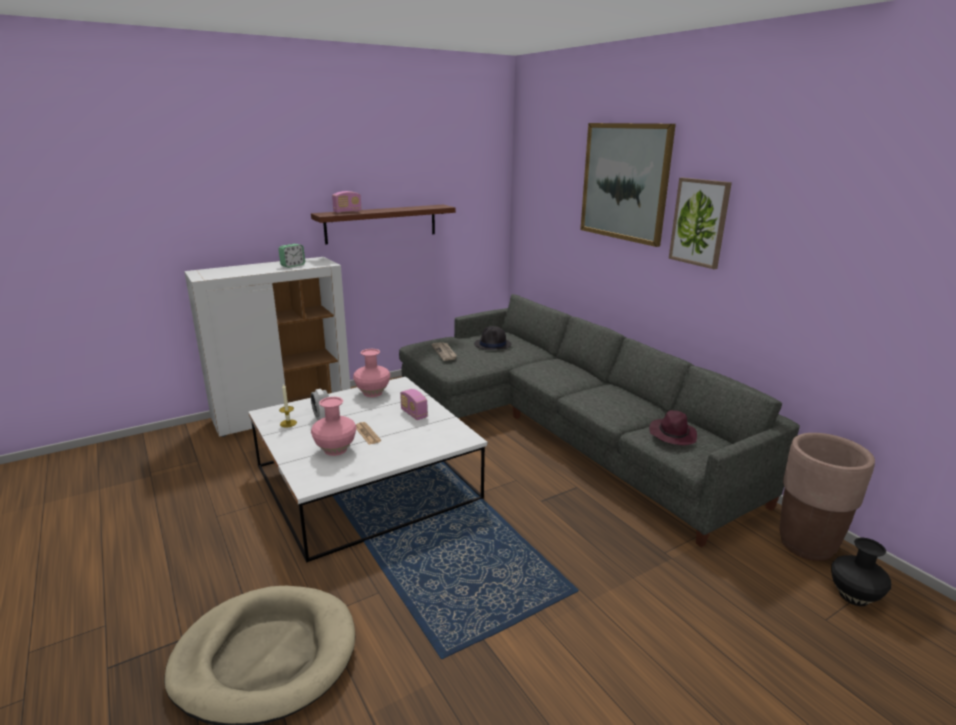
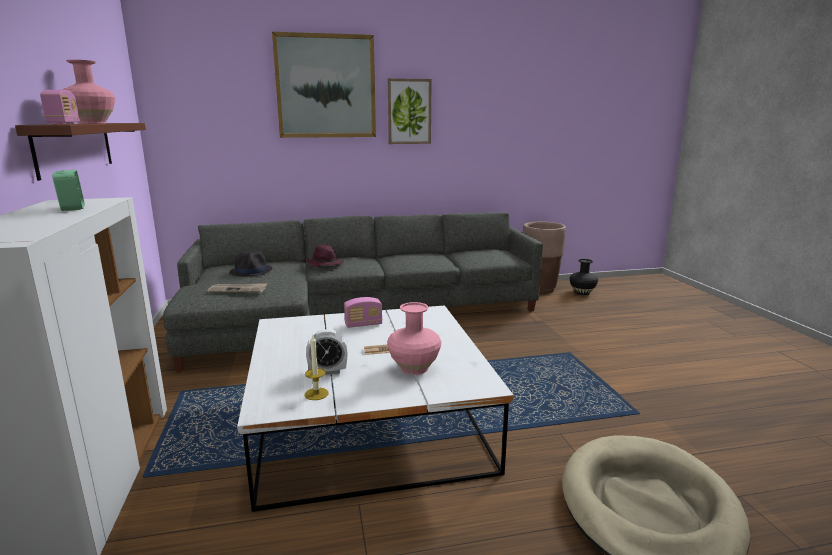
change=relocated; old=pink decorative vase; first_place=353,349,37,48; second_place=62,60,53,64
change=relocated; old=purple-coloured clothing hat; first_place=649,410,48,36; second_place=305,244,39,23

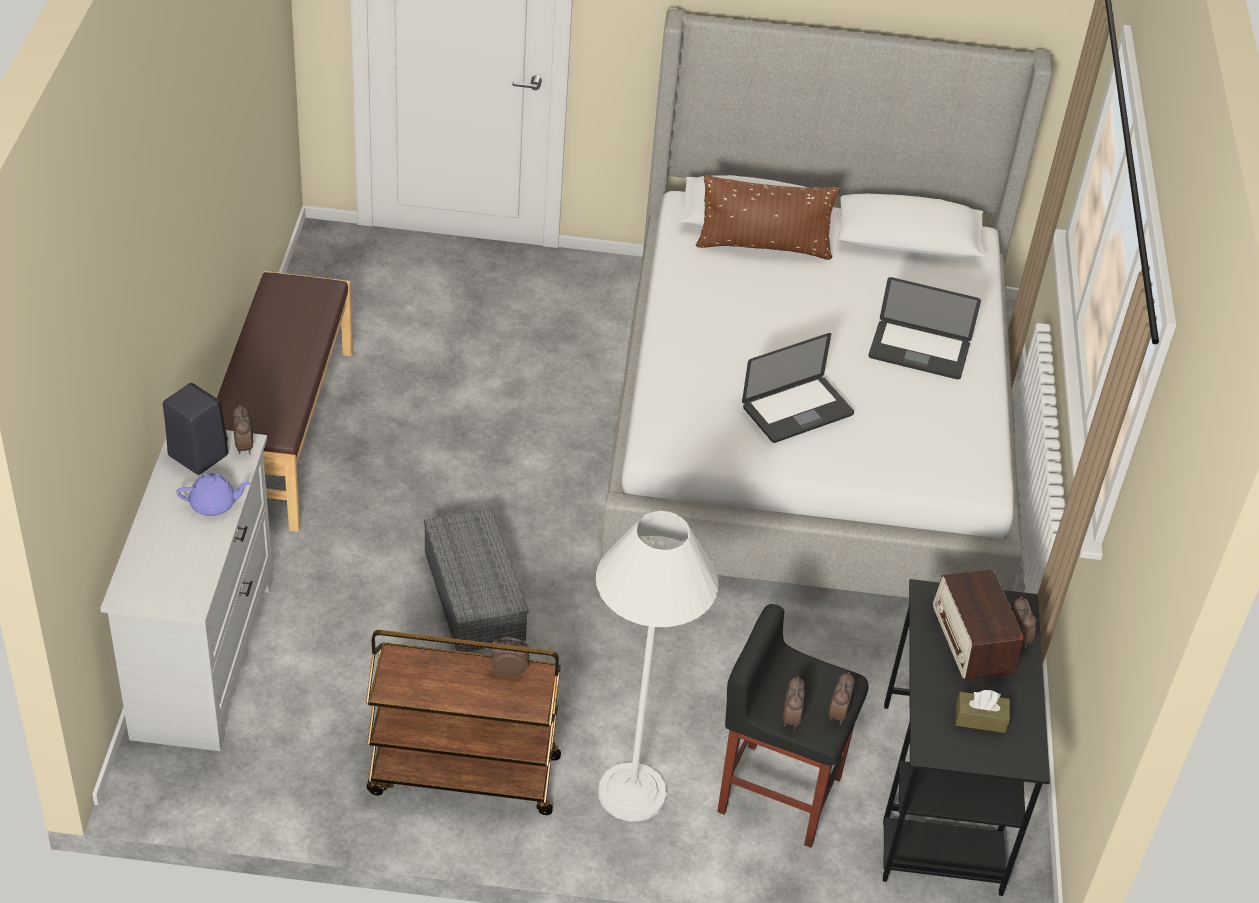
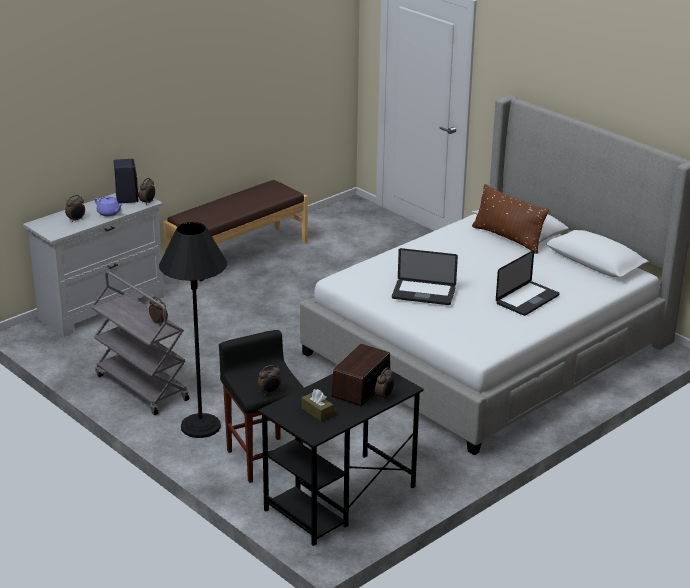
change=colour; old=brown trolley; new=grey trolley; first_place=366,630,195,185; second_place=91,271,98,144
change=missing; old=grey storage bin; first_place=424,508,105,144
change=colour; old=white-coloured standard lamp; new=blackish standard lamp; first_place=596,511,123,310; second_place=159,222,68,216
change=relocated; old=table clock; first_place=783,676,22,53; second_place=65,195,20,27
change=spun; old=portable computer; first_place=869,277,112,102; second_place=496,250,63,66; degrees=-105

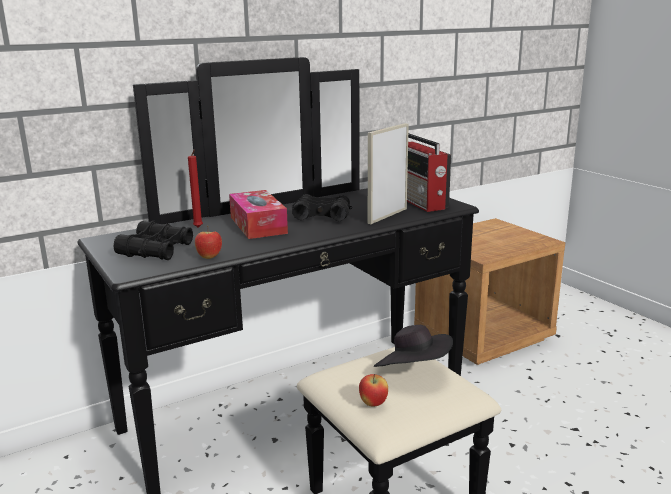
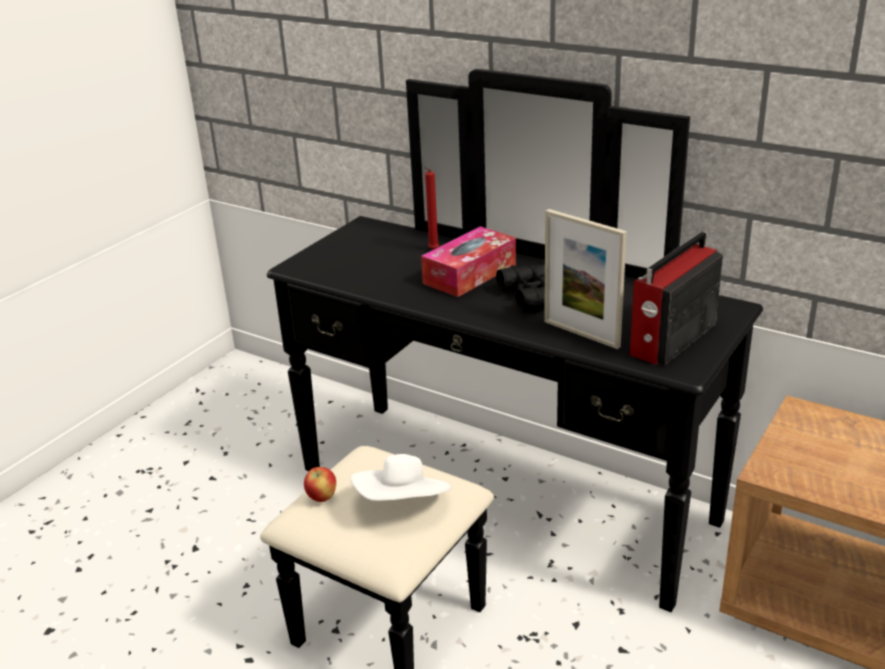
change=missing; old=blackish pair of binoculars; first_place=114,221,79,39
change=missing; old=apple; first_place=195,226,27,33
change=spun; old=photo frame; first_place=368,123,41,101; second_place=544,209,83,140; degrees=-150
change=colour; old=blackish clothing hat; new=white-coloured clothing hat; first_place=374,325,79,42; second_place=351,454,100,47

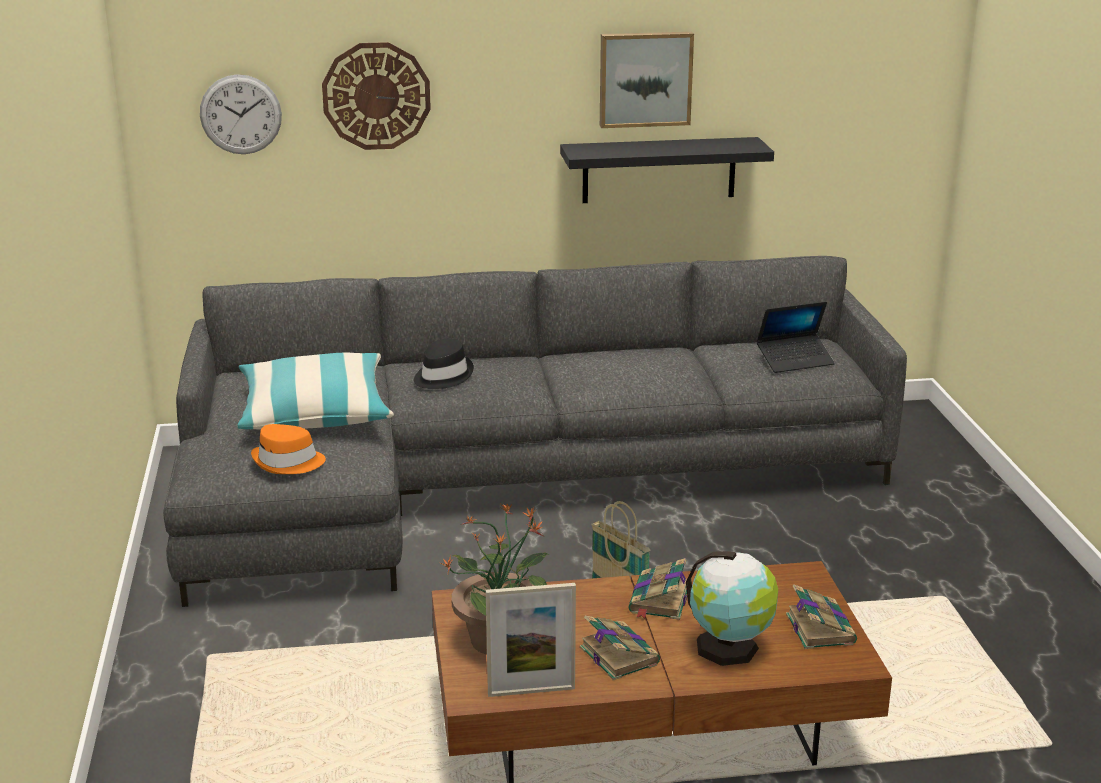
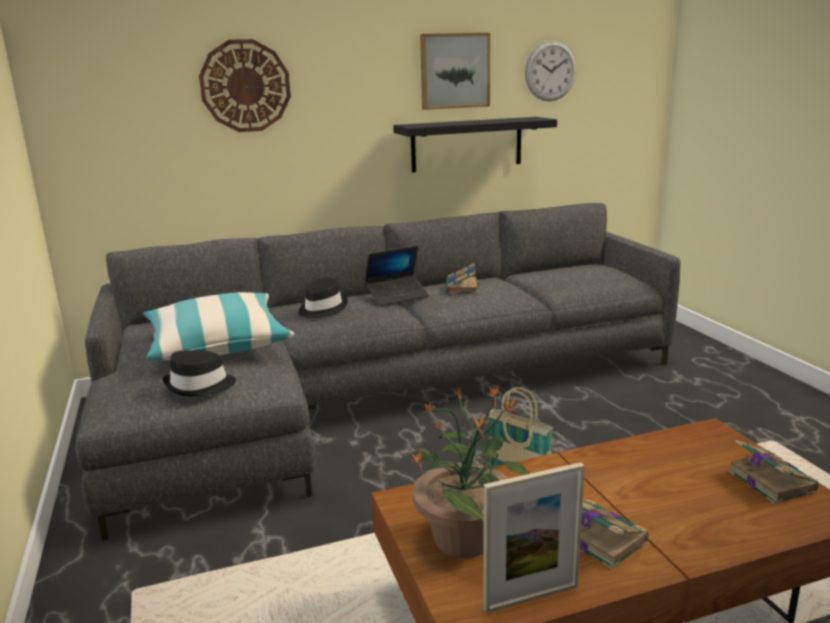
change=relocated; old=hanging clock; first_place=200,74,82,80; second_place=525,41,51,60
change=colour; old=orange-coloured clothing hat; new=blackish clothing hat; first_place=251,424,75,50; second_place=163,350,73,47
change=relocated; old=volume; first_place=629,558,58,62; second_place=446,263,33,31
change=missing; old=world globe; first_place=686,551,92,115
change=relocated; old=portable computer; first_place=756,301,79,72; second_place=365,246,64,60

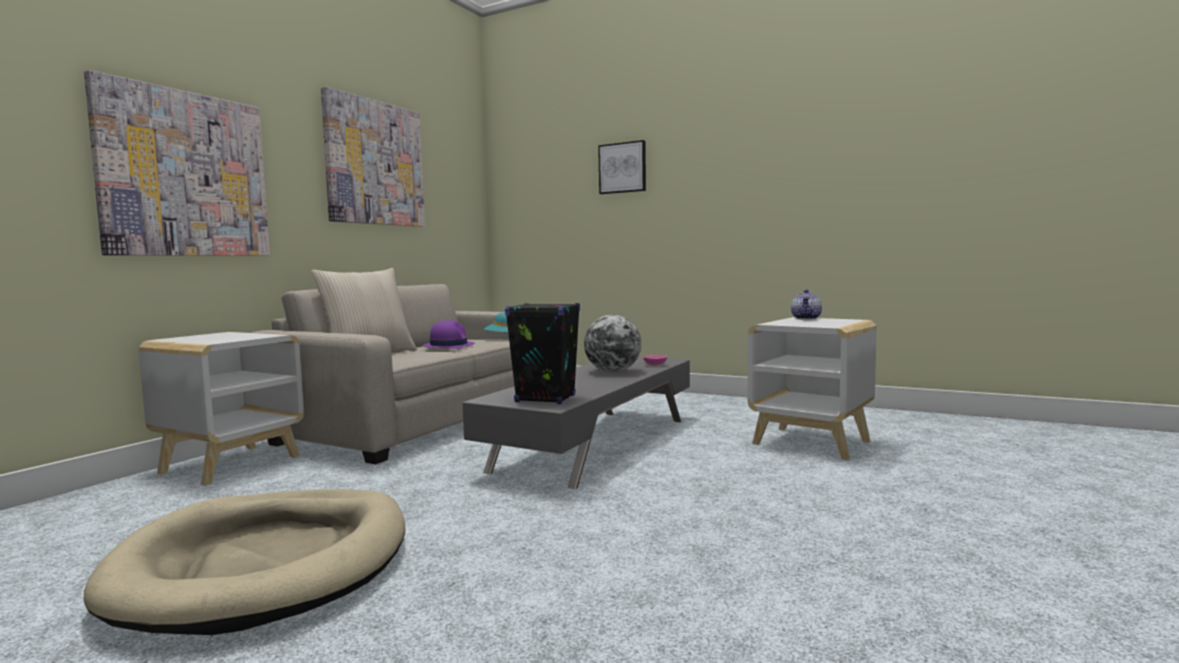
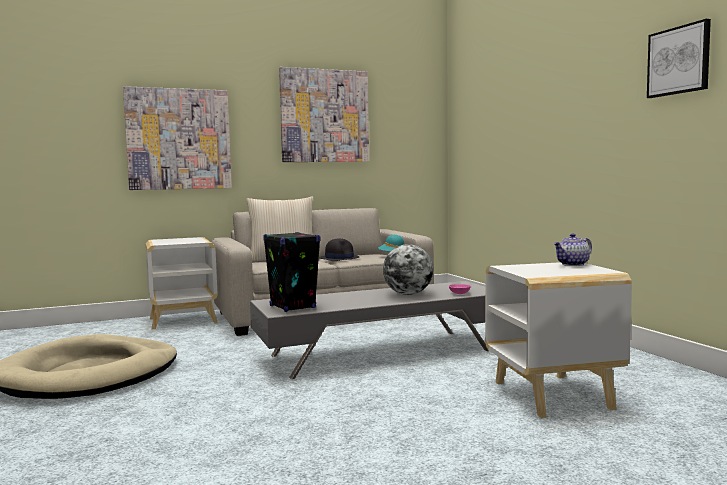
change=colour; old=purple-coloured clothing hat; new=blackish clothing hat; first_place=423,320,52,29; second_place=320,238,39,23
change=relocated; old=wall picture; first_place=598,140,48,54; second_place=647,19,64,79

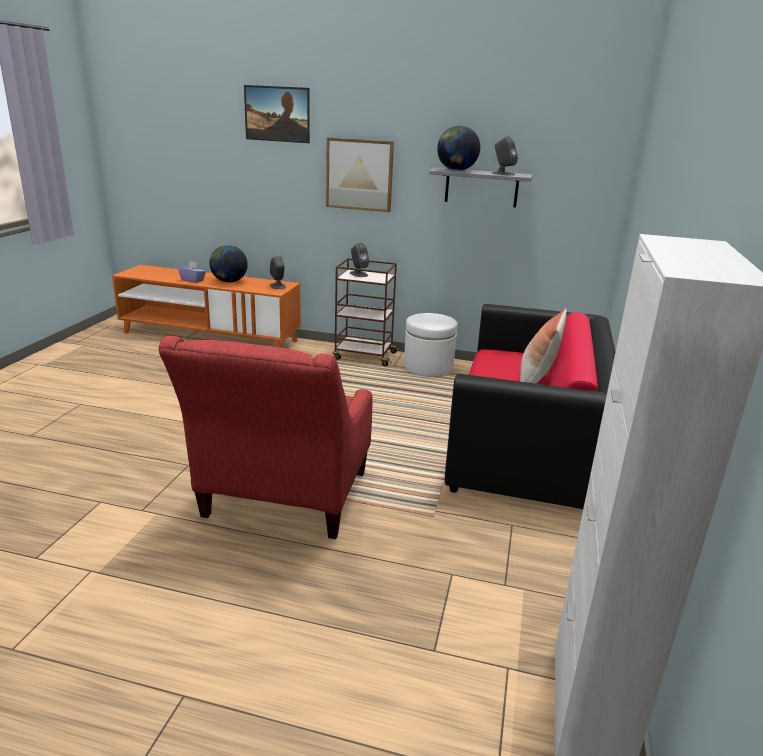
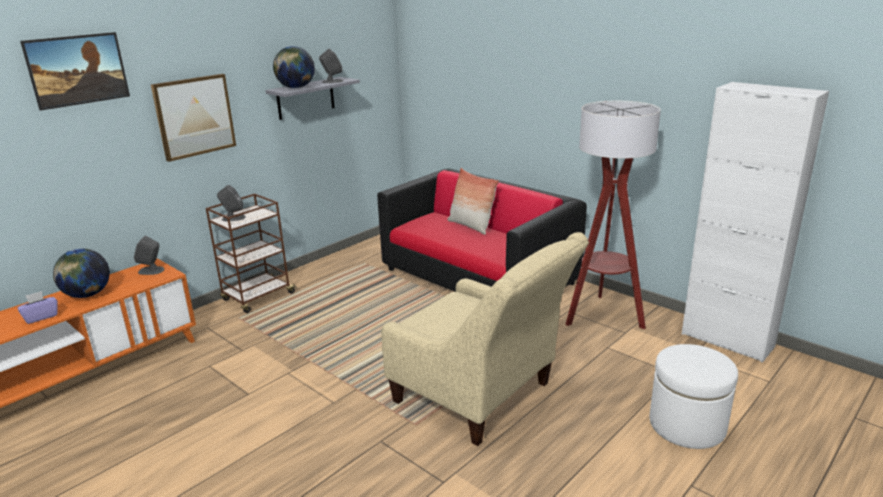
change=colour; old=red-coloured lounge chair; new=sand-coloured lounge chair; first_place=159,336,213,203; second_place=381,232,208,214
change=relocated; old=white-coloured ottoman; first_place=404,313,54,64; second_place=649,344,89,105
change=appeared; new=standard lamp; second_place=565,101,96,228

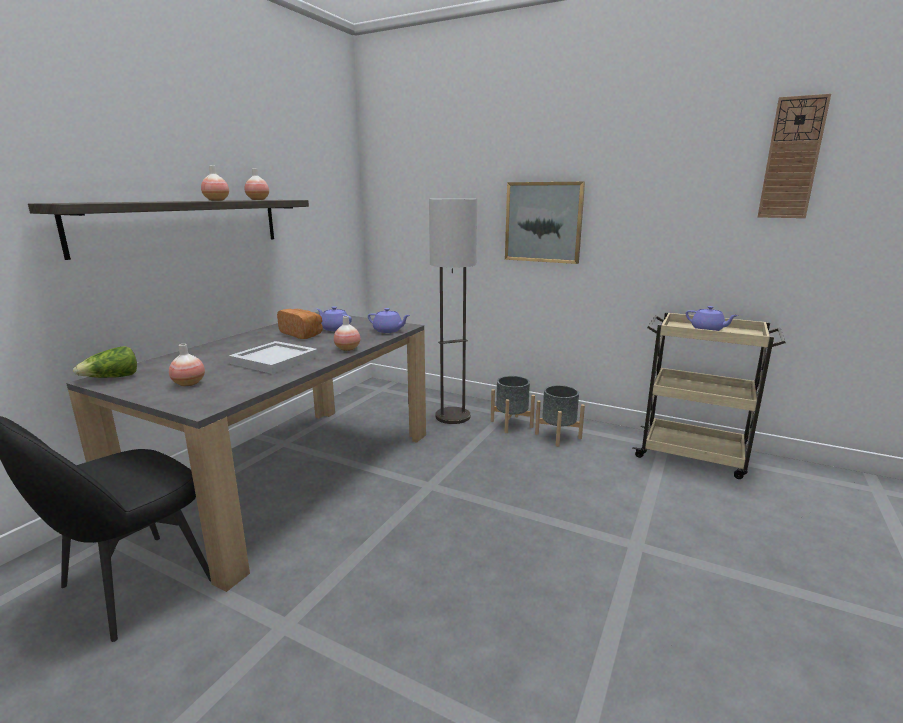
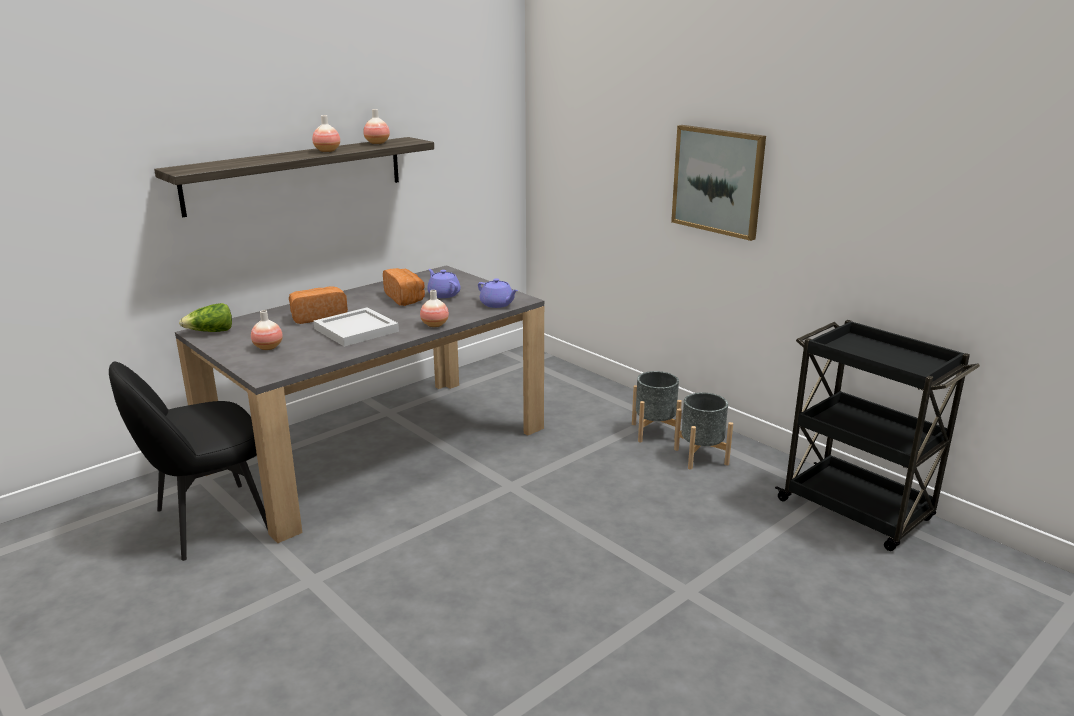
change=missing; old=standard lamp; first_place=429,199,48,225
change=colour; old=sand-coloured trolley; new=blackish trolley; first_place=632,312,154,167; second_place=775,320,205,231
change=missing; old=purple-coloured teapot; first_place=686,306,53,25
change=missing; old=hanging clock; first_place=758,94,73,124
change=appeared; new=bakery bread; second_place=289,286,59,38

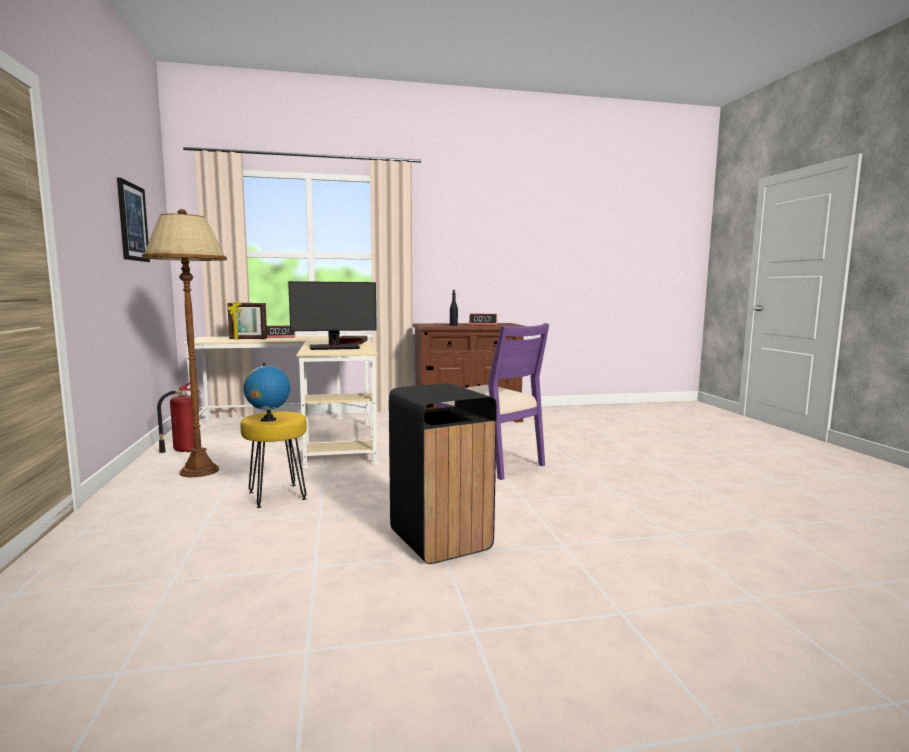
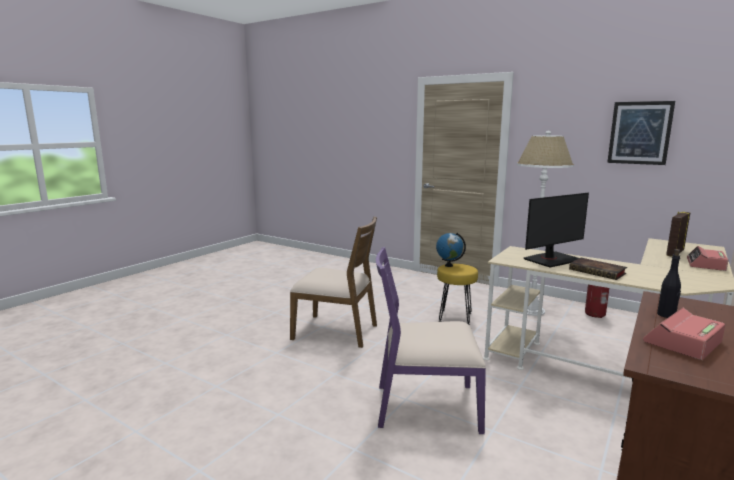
change=colour; old=brown standard lamp; new=white-coloured standard lamp; first_place=142,209,85,268; second_place=517,131,57,185
change=spun; old=computer screen; first_place=288,281,89,69; second_place=524,193,65,75; degrees=-150
change=exchanged; old=blackish trash can; new=brown plain chair; first_place=389,383,108,181; second_place=290,216,87,132

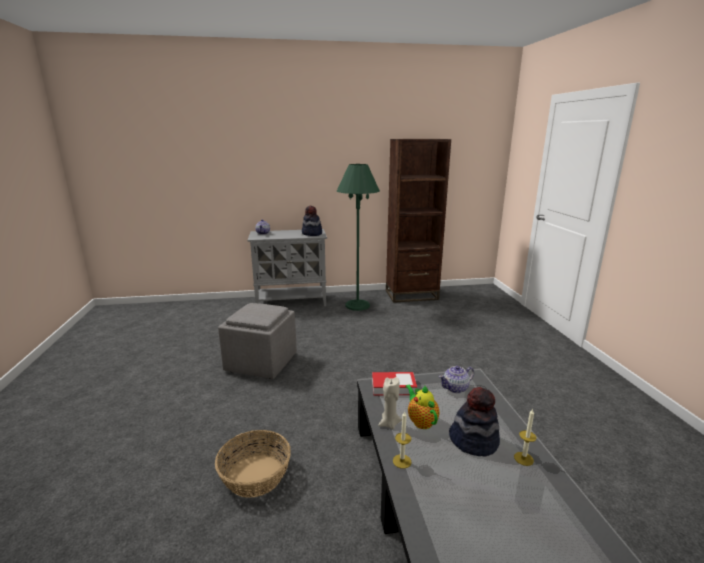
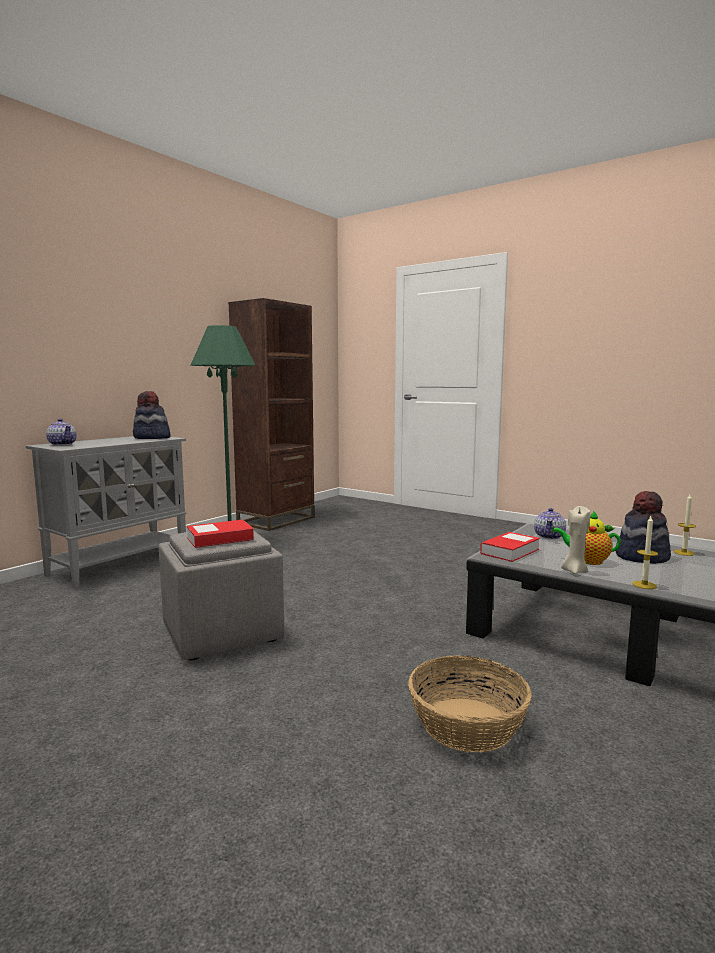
change=appeared; new=volume; second_place=187,520,67,28

